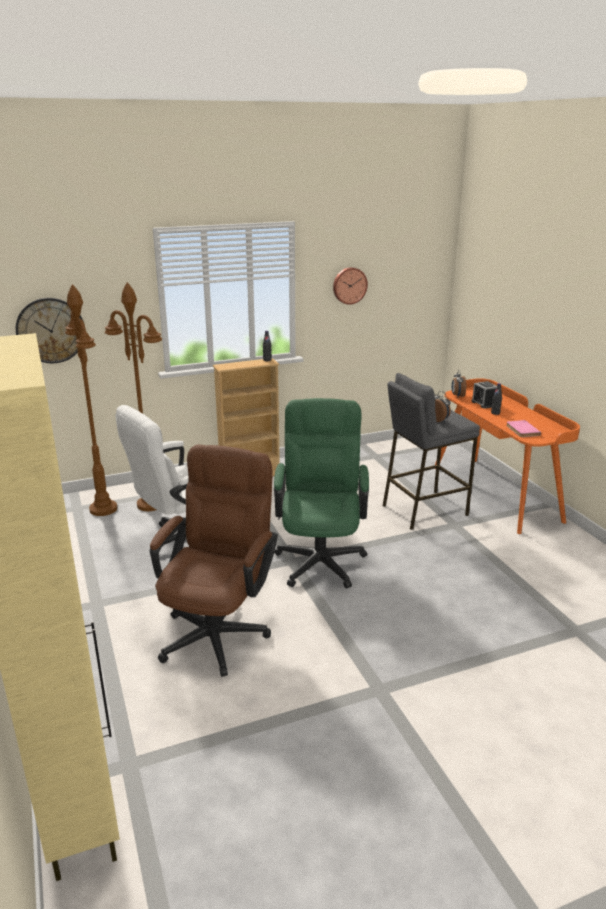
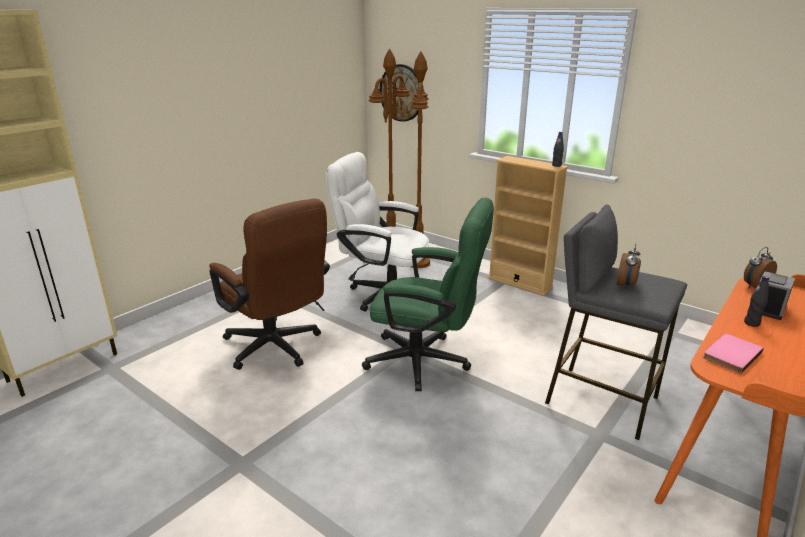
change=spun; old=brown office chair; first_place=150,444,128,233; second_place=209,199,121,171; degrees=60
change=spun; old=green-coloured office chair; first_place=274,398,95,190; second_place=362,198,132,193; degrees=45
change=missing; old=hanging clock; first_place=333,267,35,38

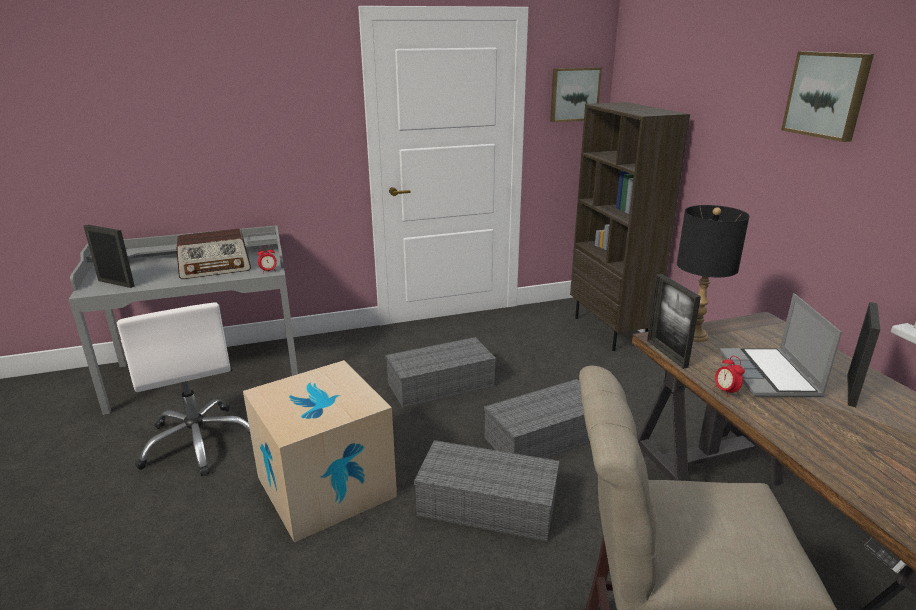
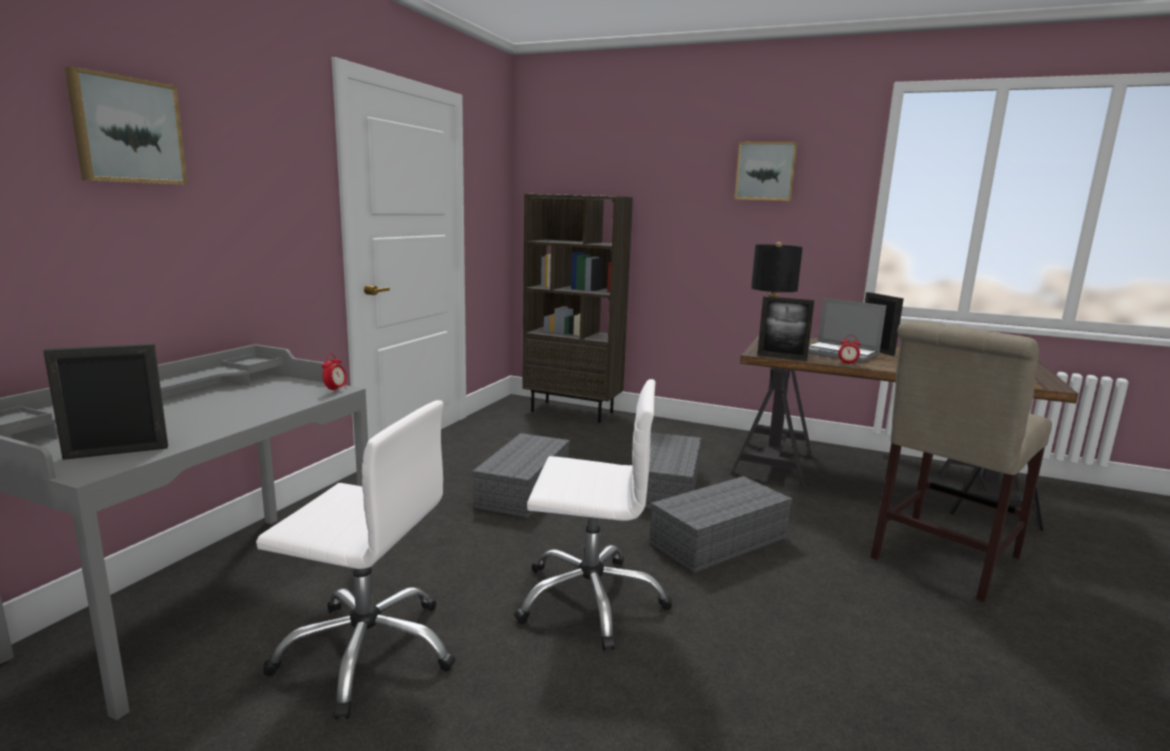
change=missing; old=radio receiver; first_place=177,229,74,50
change=exchanged; old=carton; new=white-coloured office chair; first_place=243,360,154,183; second_place=514,379,158,271
change=relocated; old=wall picture; first_place=550,67,52,55; second_place=65,66,123,119

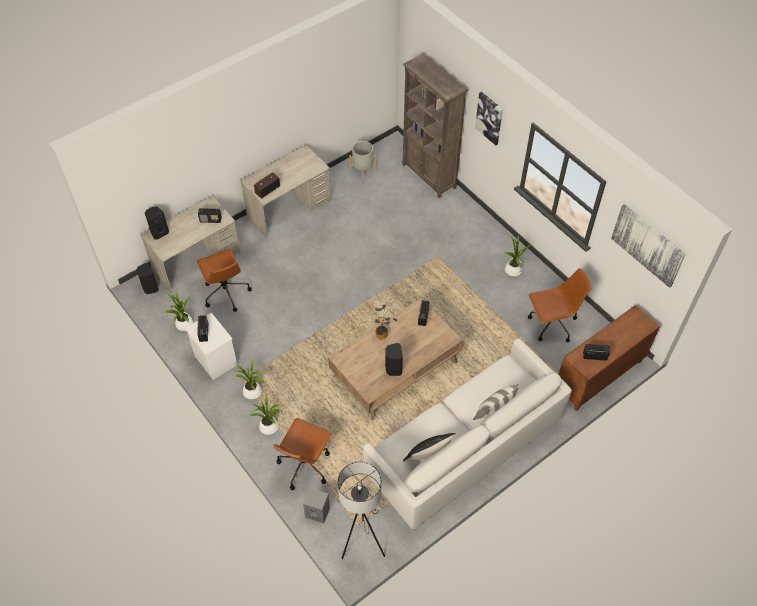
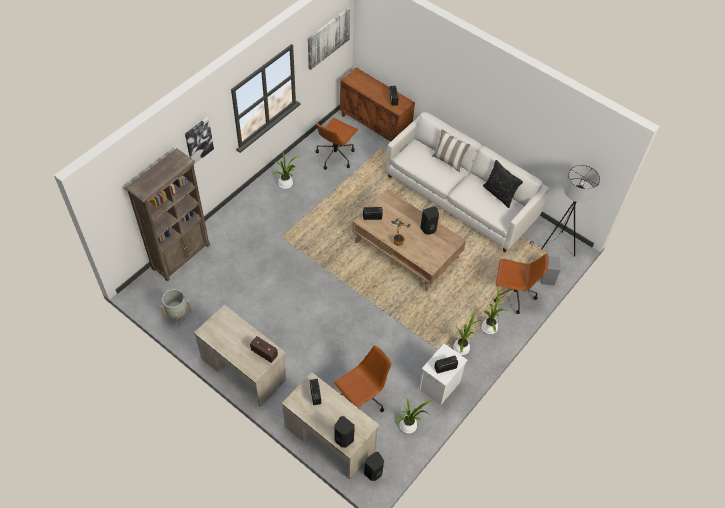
change=spun; old=brown office chair; first_place=528,268,63,74; second_place=316,118,43,52; degrees=-120

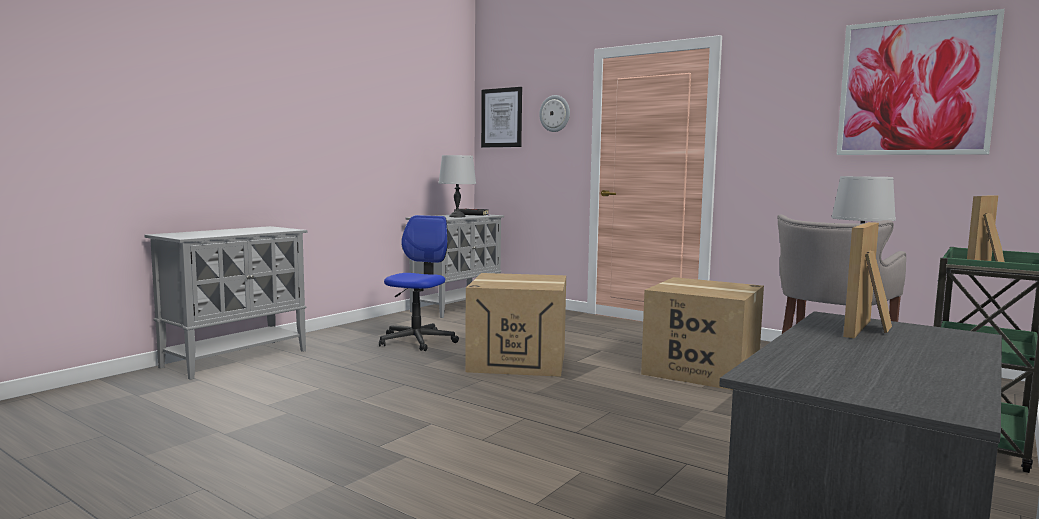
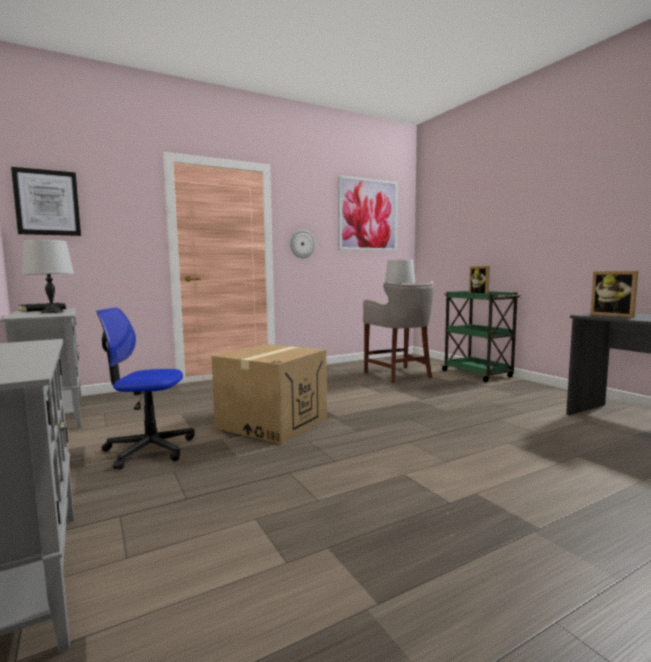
change=spun; old=office chair; first_place=379,215,80,136; second_place=96,307,99,163; degrees=-45
change=relocated; old=hanging clock; first_place=539,95,31,37; second_place=290,230,25,28
change=missing; old=carton; first_place=641,277,123,113

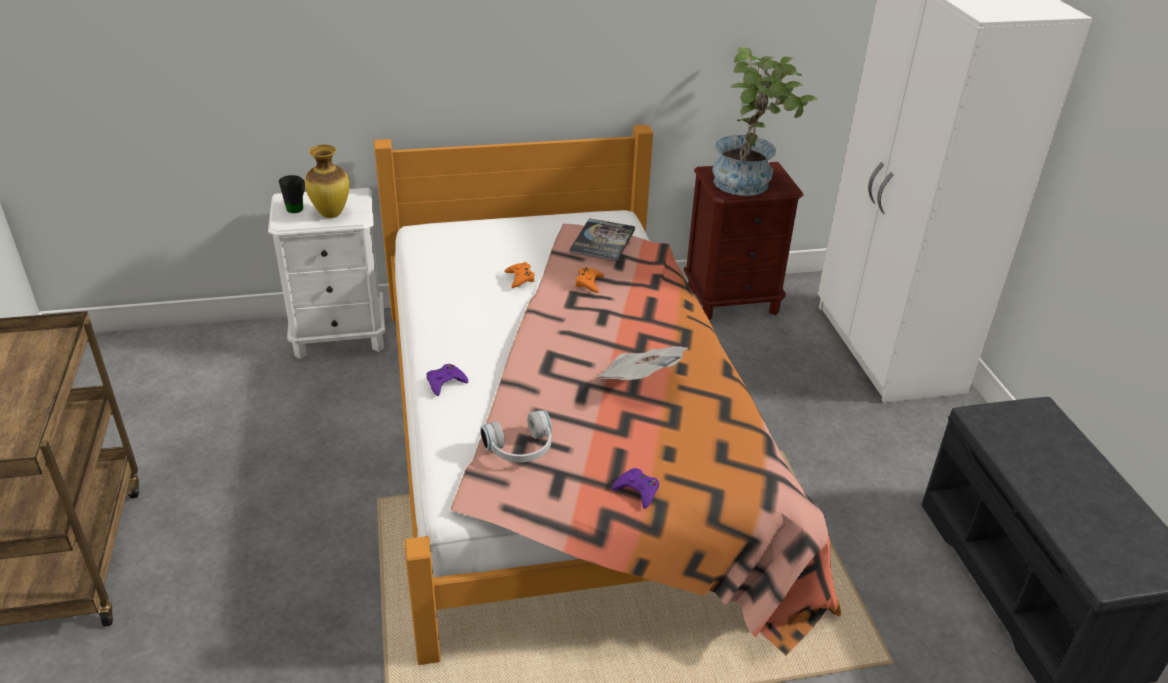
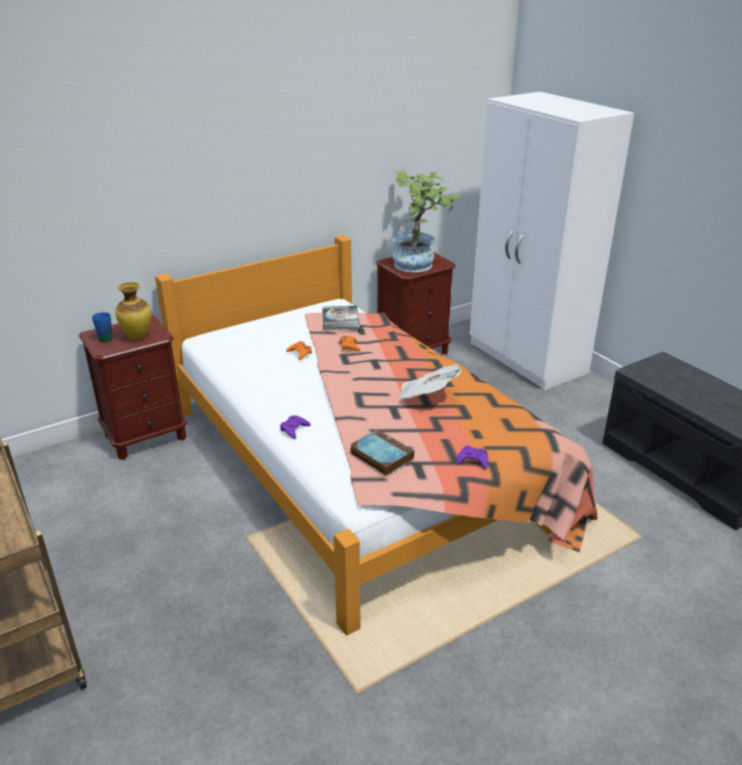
change=colour; old=white-coloured bedside table; new=brown bedside table; first_place=268,188,117,171; second_place=79,315,108,145
change=colour; old=blackish mug; new=blue mug; first_place=279,175,26,38; second_place=92,312,21,30
change=exchanged; old=white-coloured headset; new=volume; first_place=480,410,72,53; second_place=350,429,64,47

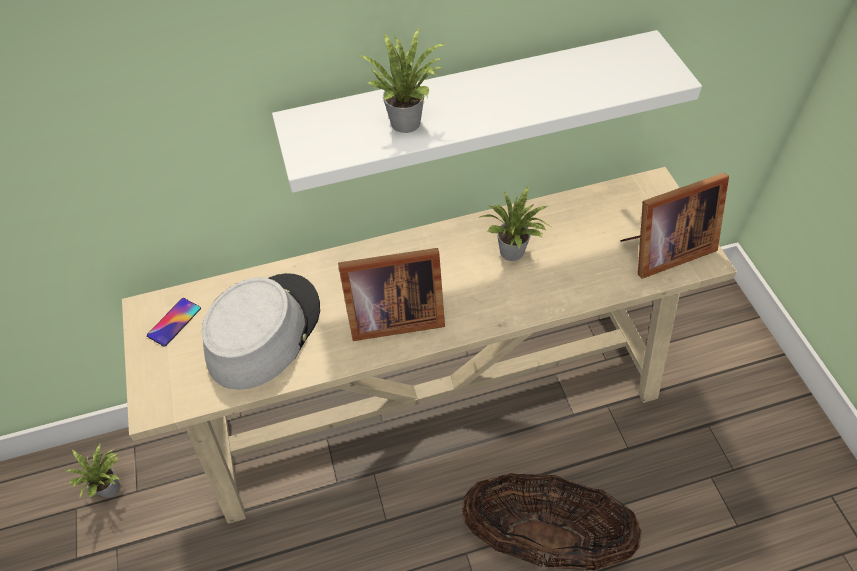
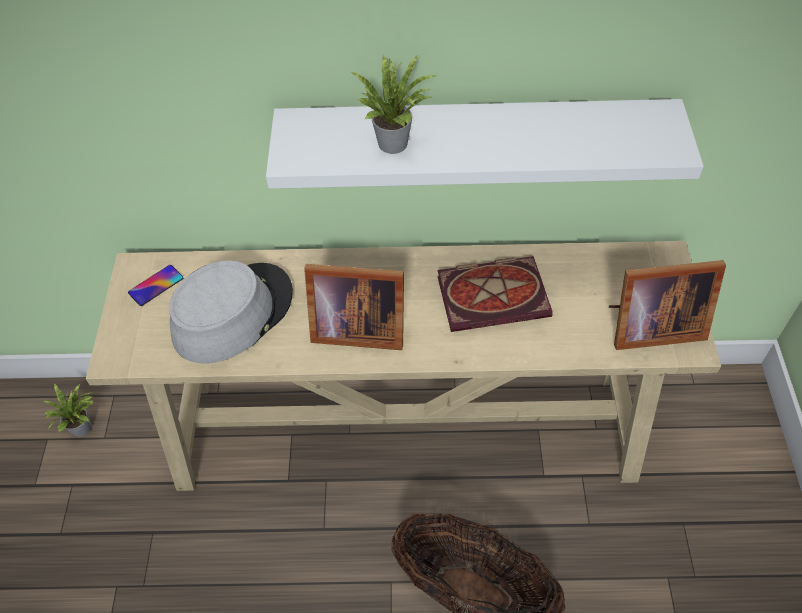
change=exchanged; old=potted plant; new=volume; first_place=477,185,73,76; second_place=437,256,116,76

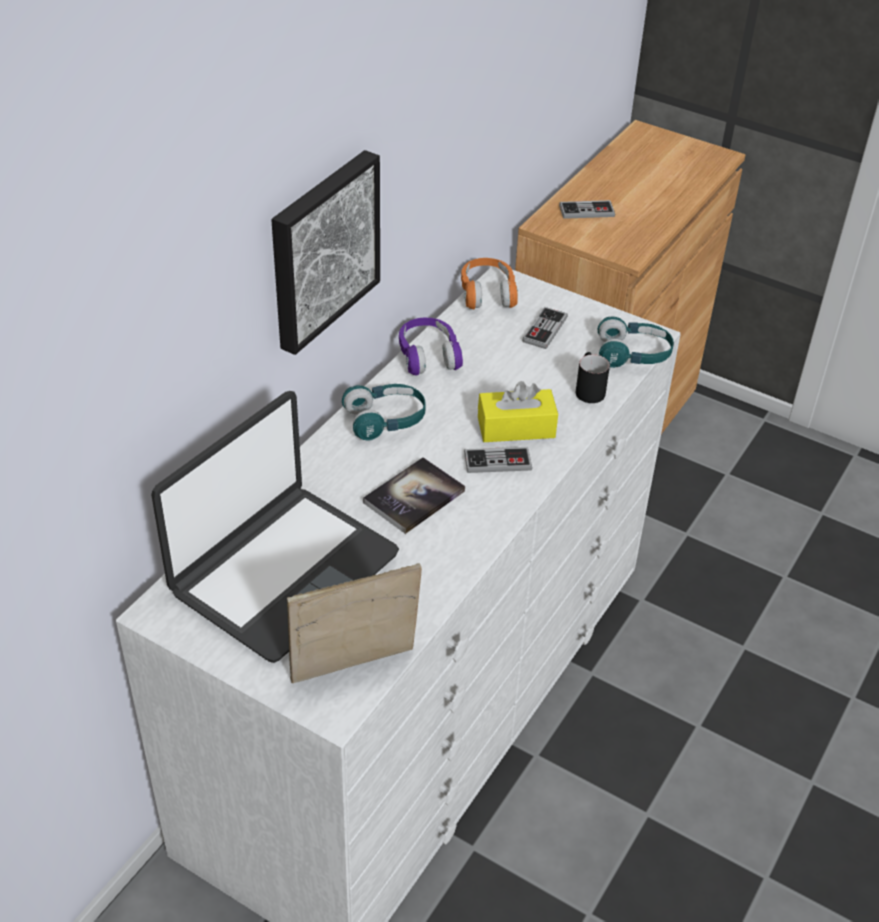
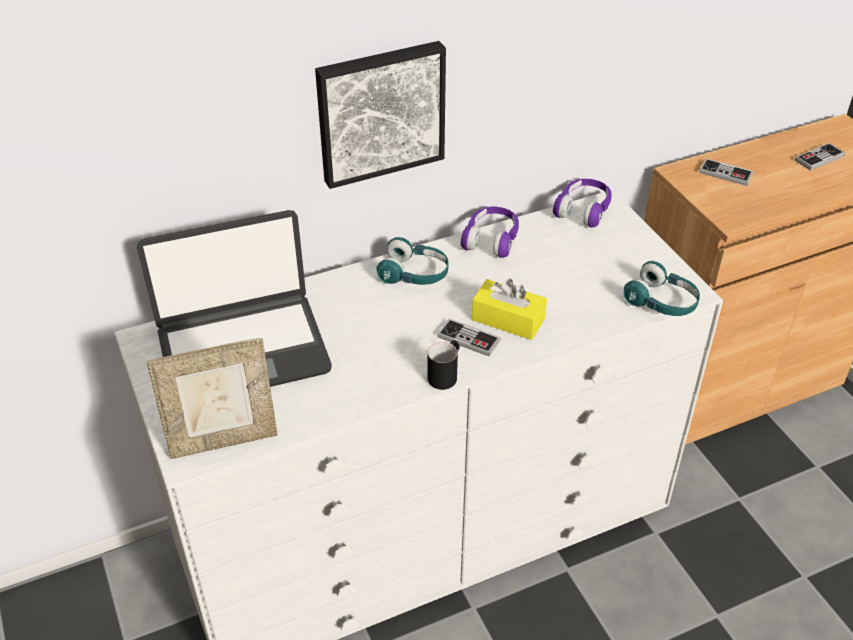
change=spun; old=photo frame; first_place=287,564,135,119; second_place=147,338,131,121; degrees=150
change=missing; old=volume; first_place=363,457,102,77
change=colour; old=orange-coloured headset; new=purple-coloured headset; first_place=461,258,57,51; second_place=553,179,59,48
change=relocated; old=game controller; first_place=522,307,46,42; second_place=795,143,50,28
change=relocated; old=blackish mug; first_place=576,352,34,51; second_place=428,340,32,50

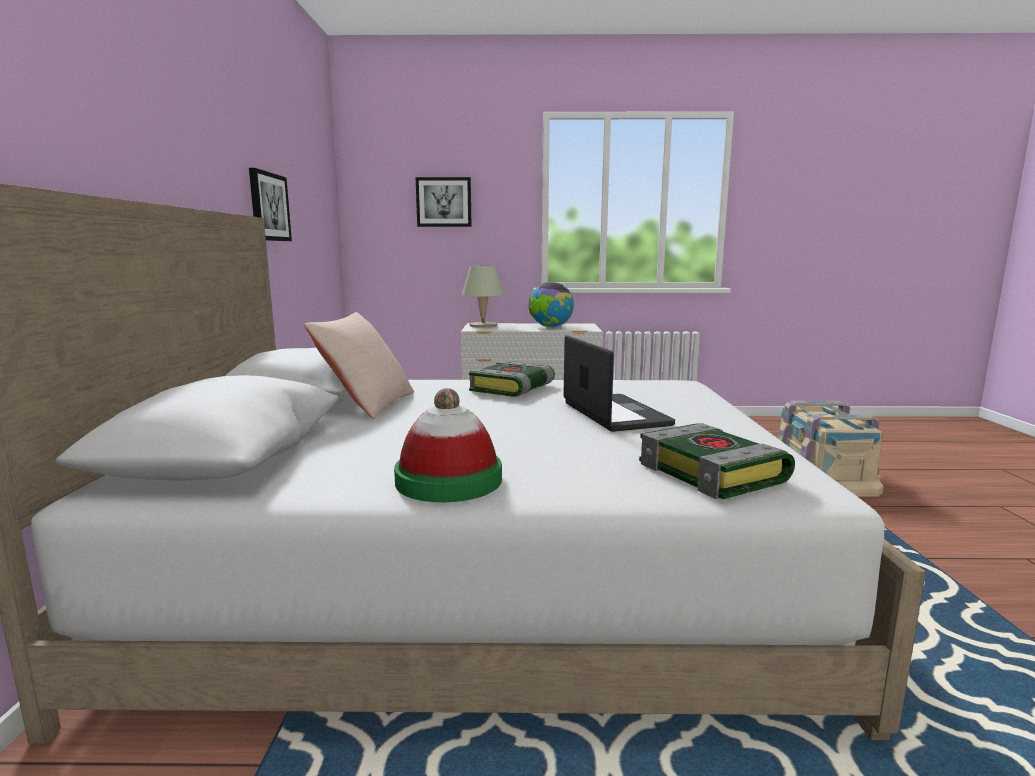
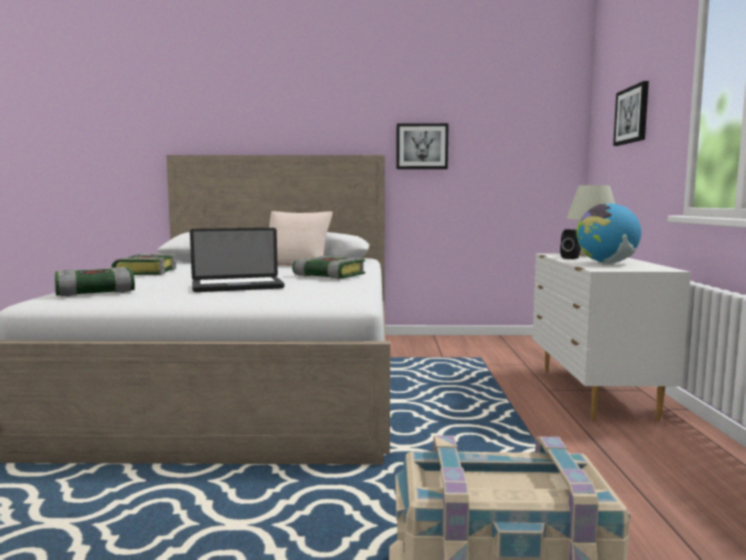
change=exchanged; old=clothing hat; new=volume; first_place=394,388,108,114; second_place=112,254,64,21
change=appeared; new=blackish speaker; second_place=560,229,21,30

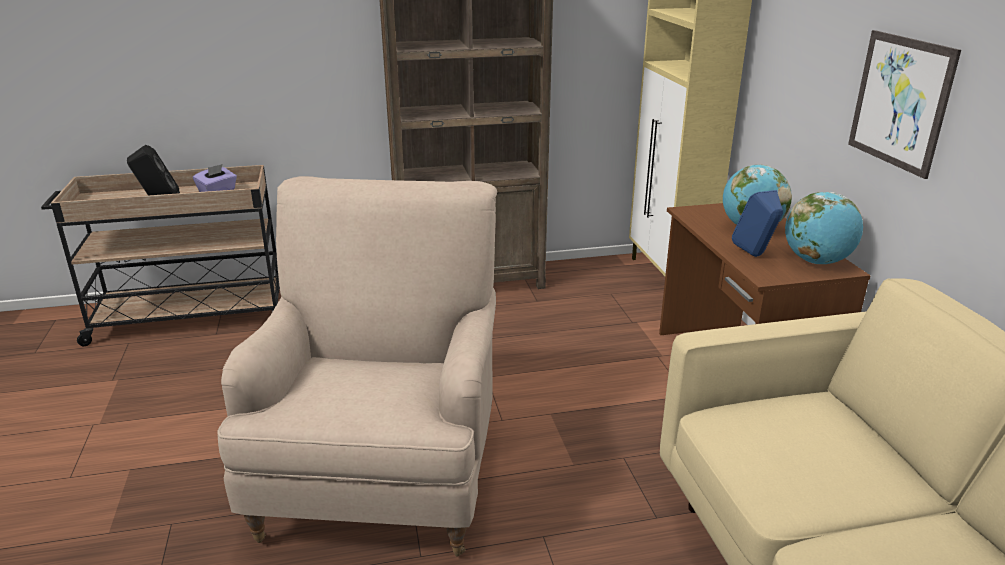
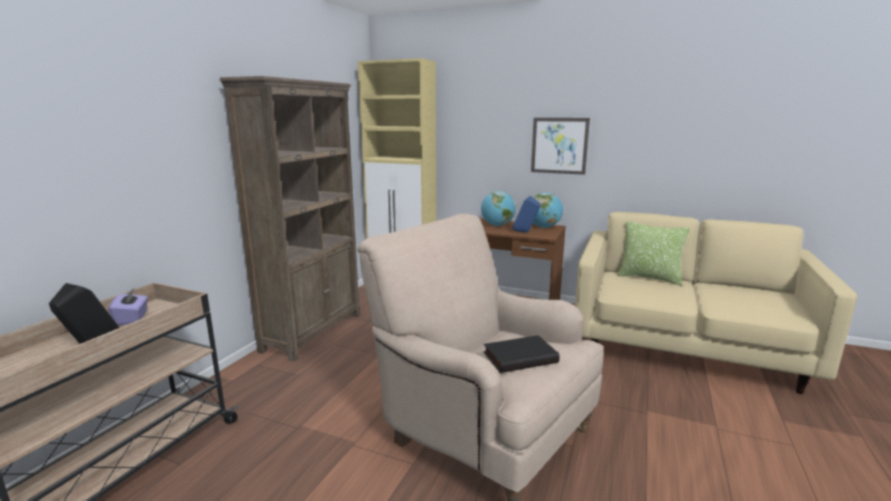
change=appeared; new=blackish volume; second_place=483,335,77,38
change=appeared; new=throw pillow; second_place=617,221,73,64

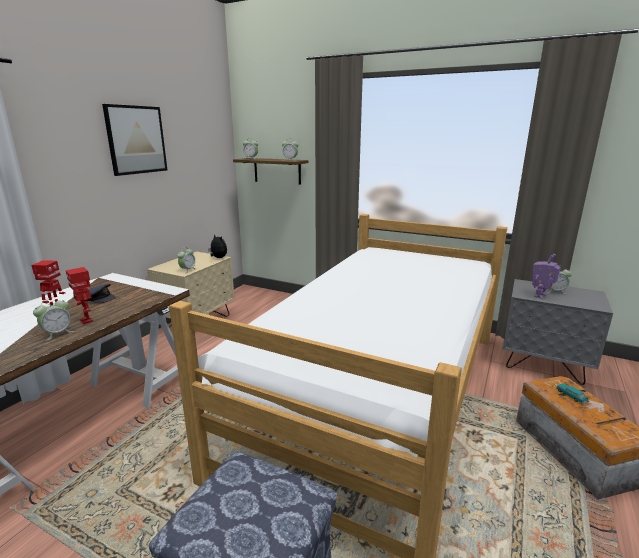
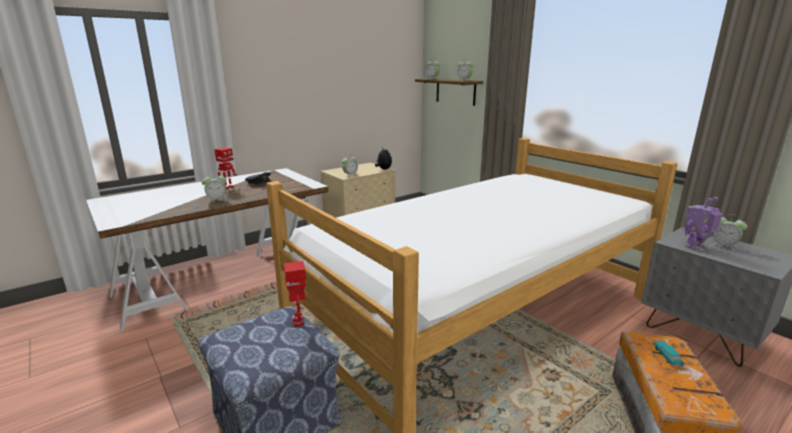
change=relocated; old=robot figure; first_place=66,267,27,57; second_place=284,261,22,66
change=missing; old=wall picture; first_place=102,104,65,72

